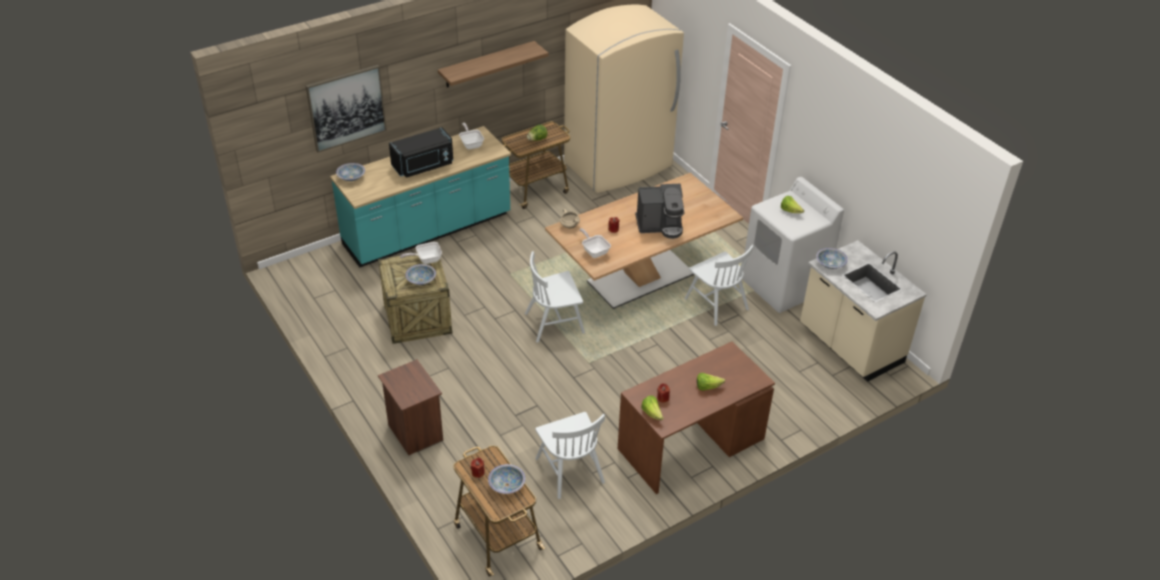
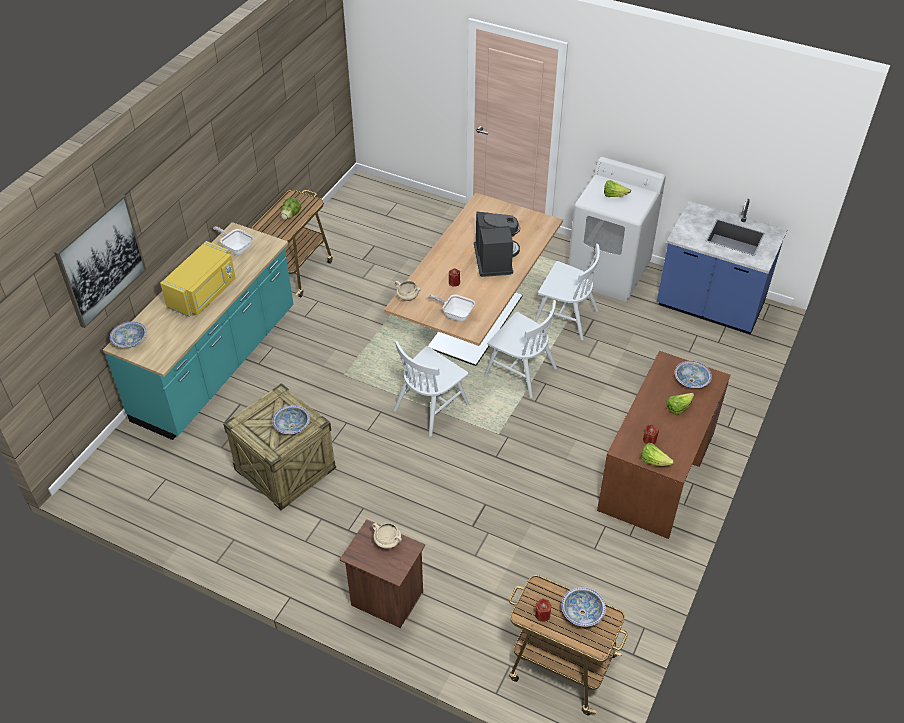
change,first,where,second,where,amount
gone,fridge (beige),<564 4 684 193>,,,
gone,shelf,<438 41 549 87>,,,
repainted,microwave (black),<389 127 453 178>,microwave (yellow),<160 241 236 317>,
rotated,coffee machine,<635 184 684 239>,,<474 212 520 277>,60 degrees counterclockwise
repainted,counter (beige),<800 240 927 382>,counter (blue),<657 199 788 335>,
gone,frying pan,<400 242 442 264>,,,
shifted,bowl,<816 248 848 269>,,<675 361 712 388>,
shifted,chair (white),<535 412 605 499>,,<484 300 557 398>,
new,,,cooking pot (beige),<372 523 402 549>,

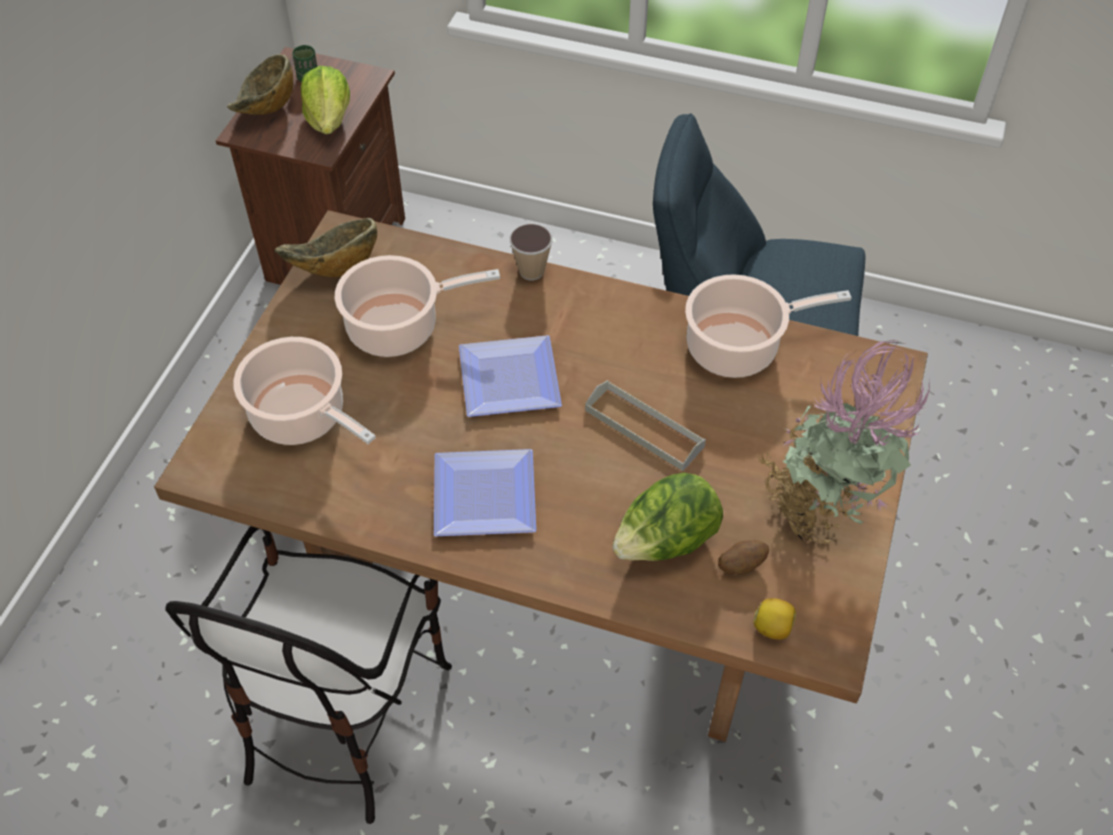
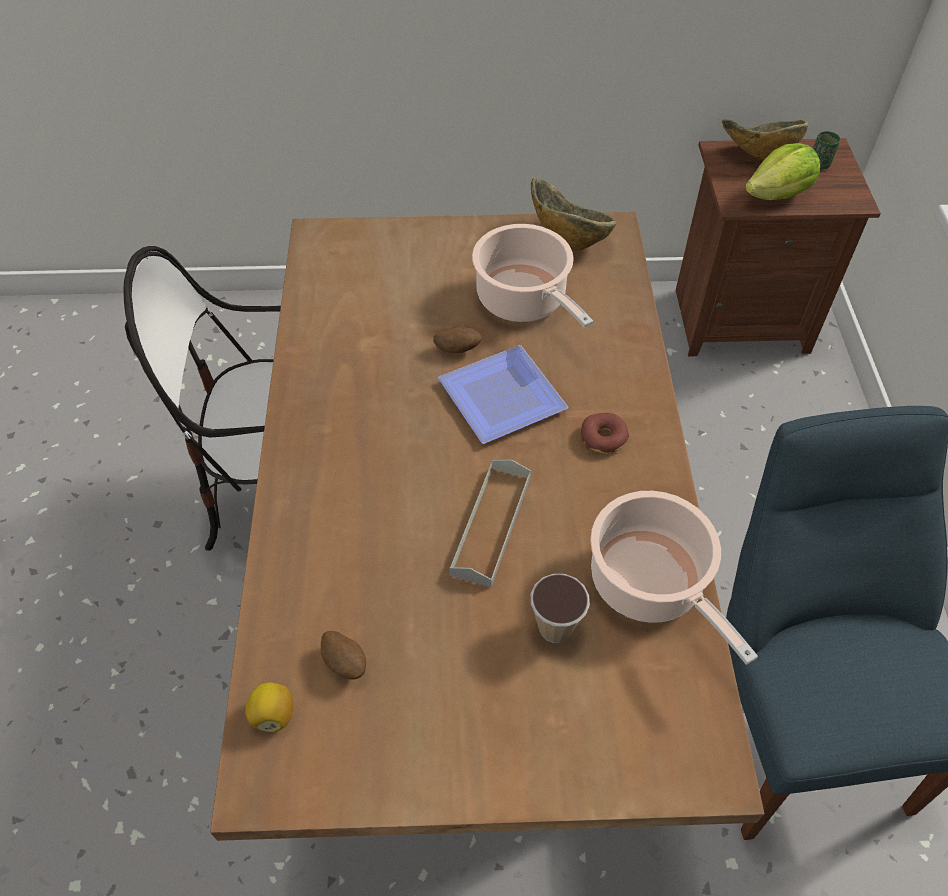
change,first,where,second,where,amount
shifted,cup,<510 224 553 280>,,<531 574 590 643>,
gone,cooking pot,<233 337 376 445>,,,
gone,potted plant,<757 340 930 544>,,,
gone,plate,<434 449 536 536>,,,
gone,lettuce,<612 473 723 561>,,,
new,,,potato,<433 327 482 353>,
new,,,donut,<581 413 629 454>,

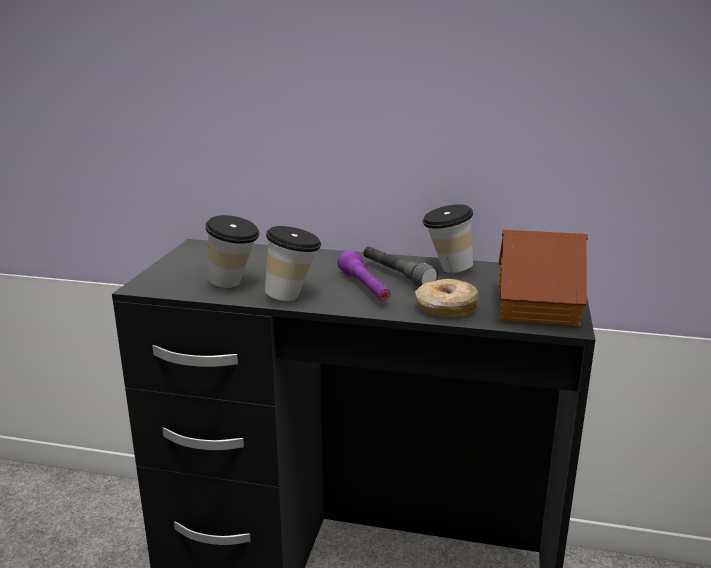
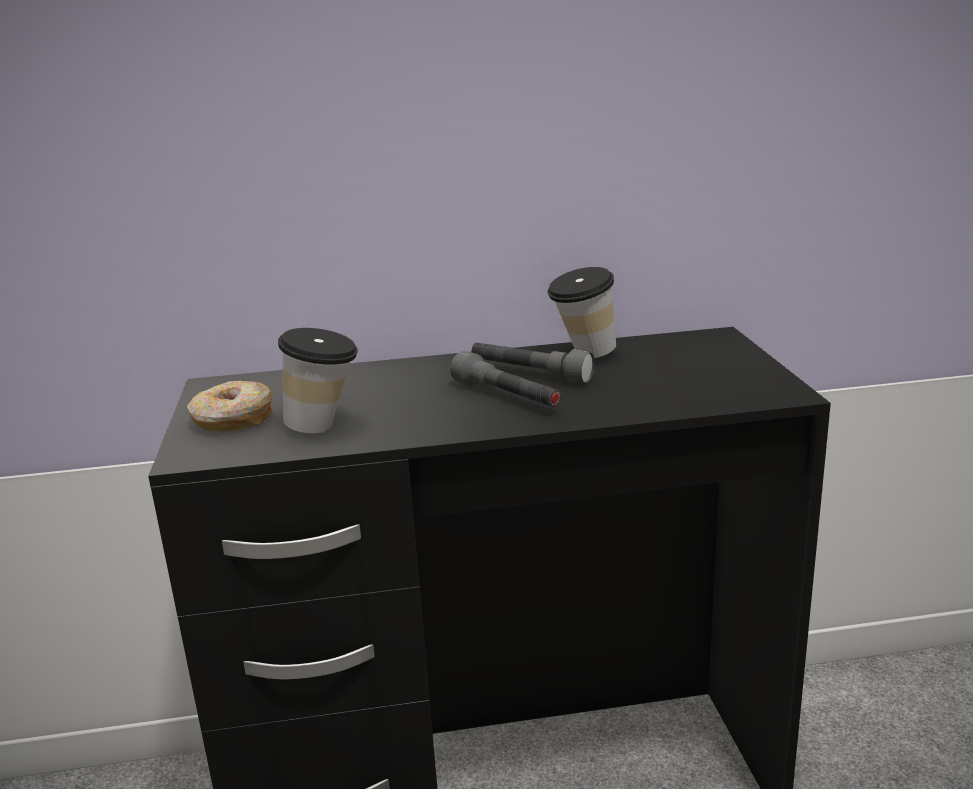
change,first,where,second,where,amount
gone,cup,<265 226 321 301>,,,
gone,toy house,<499 230 588 326>,,,
repainted,flashlight (purple),<337 250 391 301>,flashlight (grey),<450 351 561 407>,
shifted,donut,<415 279 479 317>,,<187 381 273 432>,

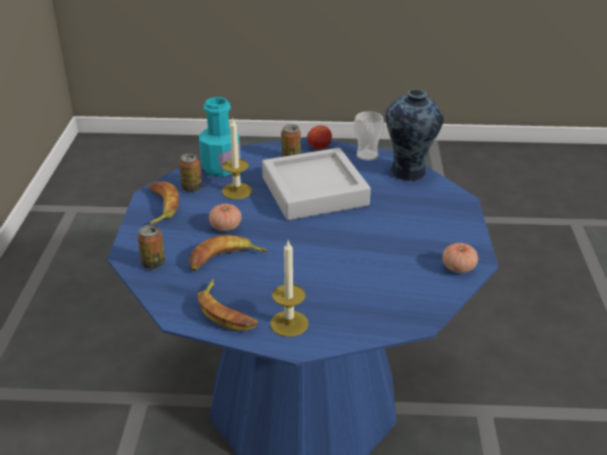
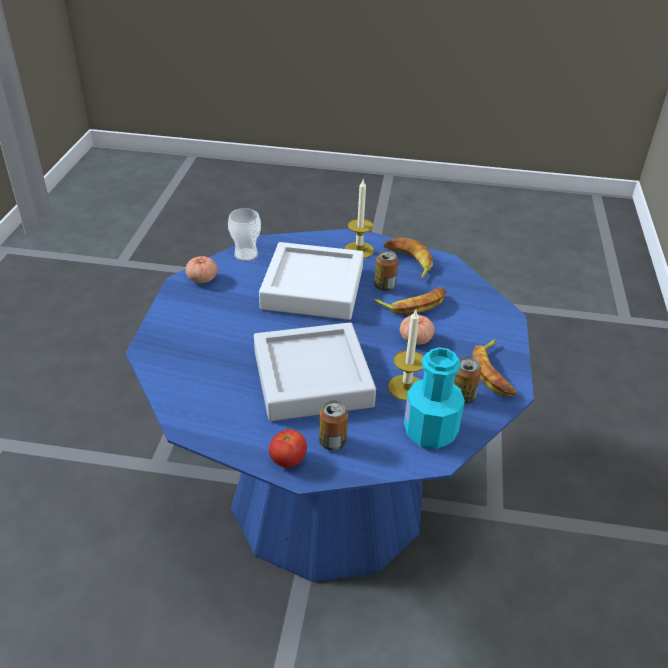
change,first,where,second,where,amount
gone,vase,<385 89 444 182>,,,
shifted,cup,<354 111 384 161>,,<228 208 261 261>,
shifted,can,<137 225 165 269>,,<374 250 398 291>,
new,,,tray (white),<259 242 364 320>,

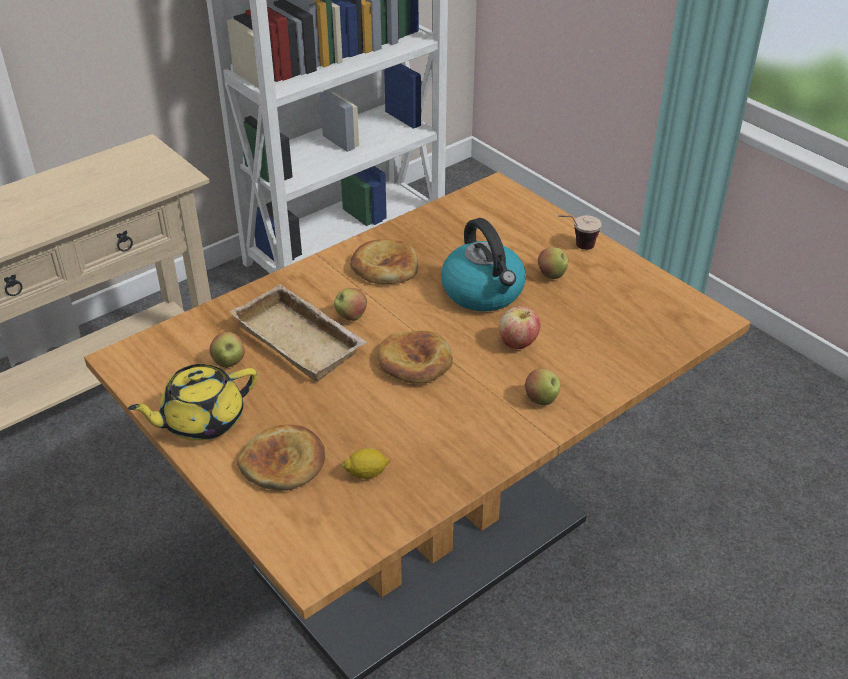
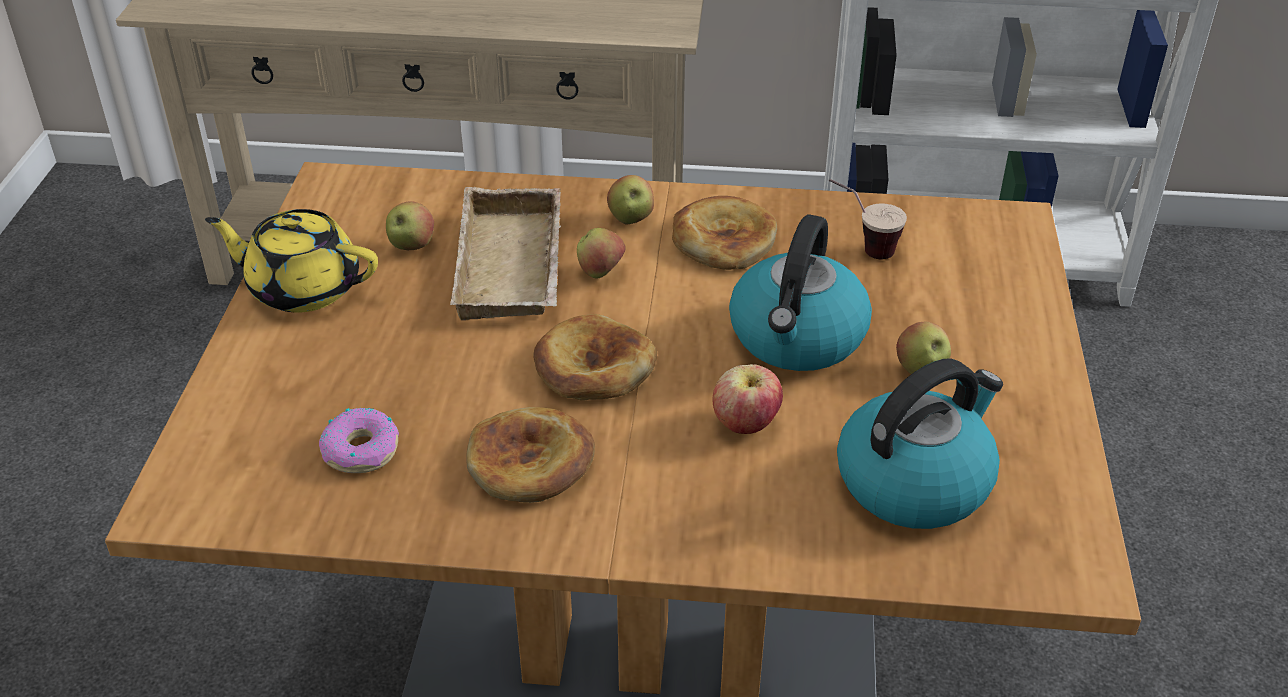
change,first,where,second,where,amount
shifted,cup,<558 215 602 250>,,<829 179 907 259>,
shifted,apple,<525 368 560 405>,,<607 175 654 225>,
shifted,bread,<237 425 325 490>,,<466 407 595 503>,
swapped,lemon,<342 449 390 479>,donut,<319 408 399 473>,
new,,,kettle,<837 358 1003 529>,

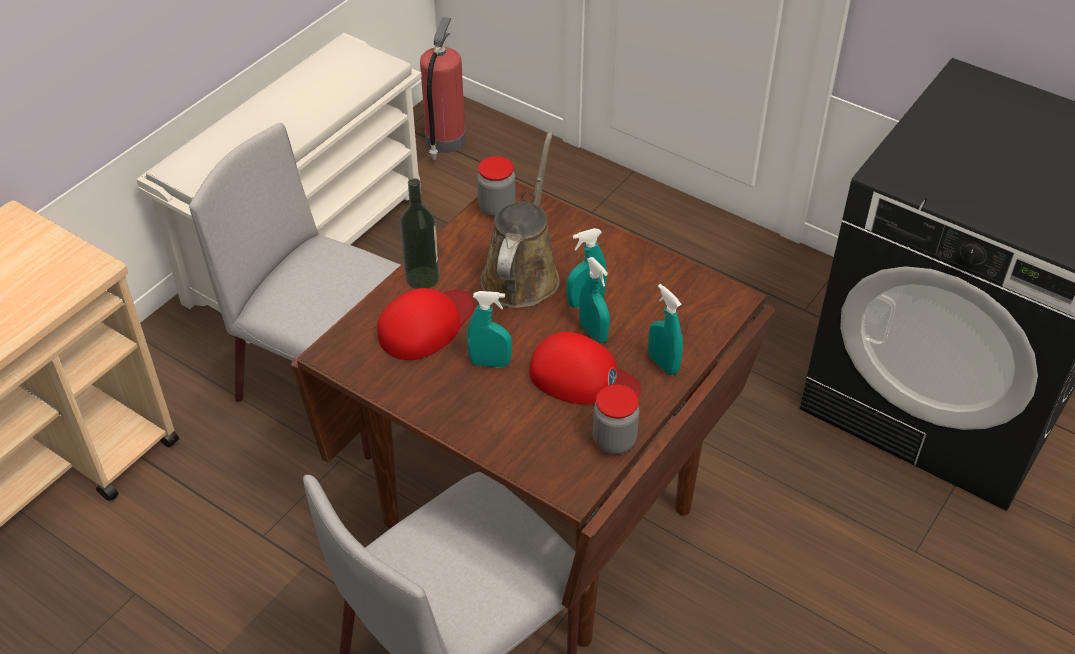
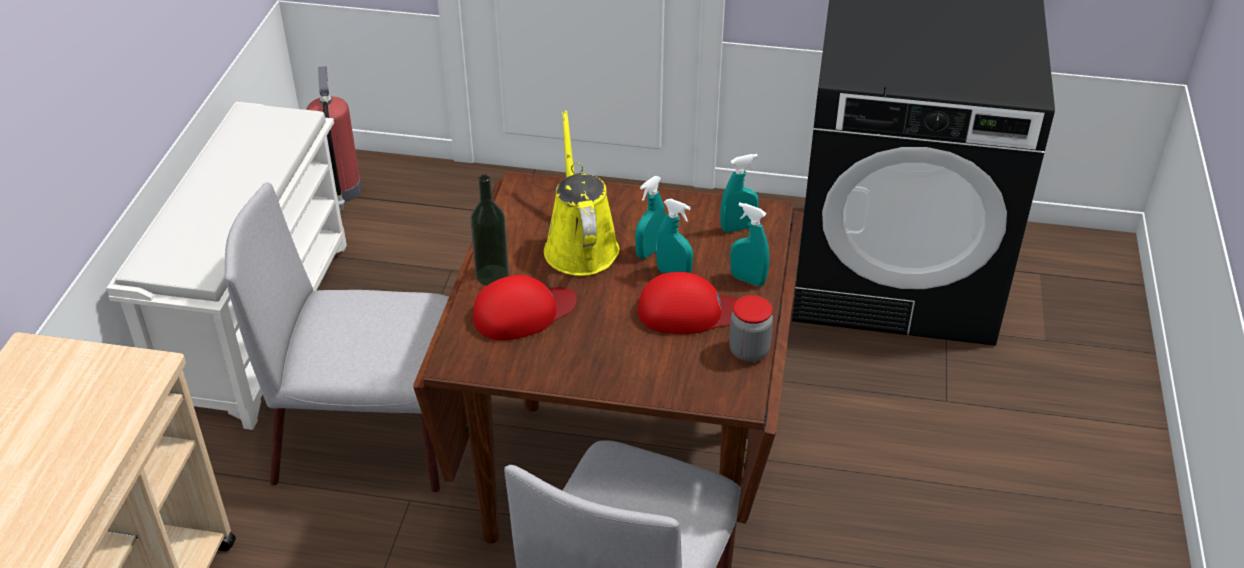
change,first,where,second,where,amount
repainted,watering can (brown),<480 132 560 308>,watering can (yellow),<544 110 619 276>,
gone,jar,<477 156 516 217>,,,
rotated,cap (red),<377 288 474 360>,,<473 275 577 340>,45 degrees clockwise
shifted,spray bottle (turquoise),<467 291 512 368>,,<721 154 759 233>,

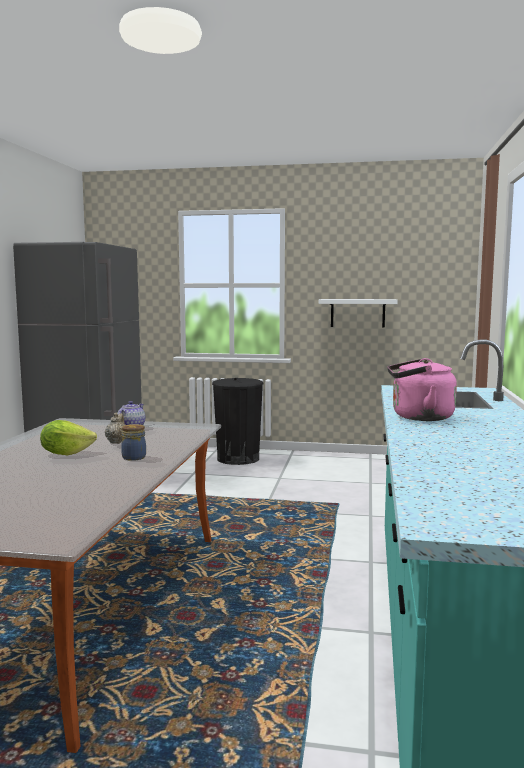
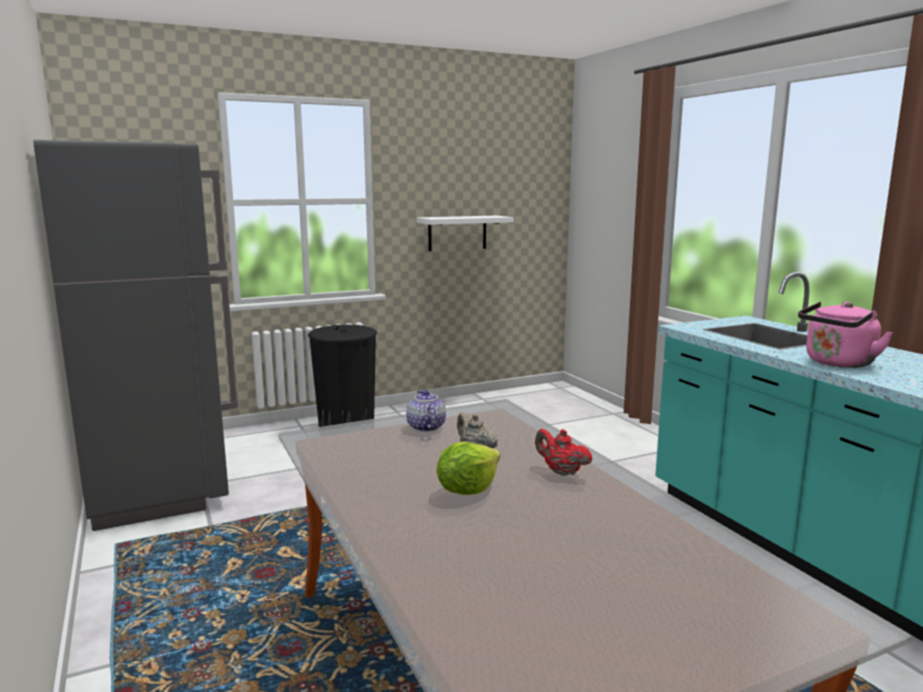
change,first,where,second,where,amount
swapped,jar,<121 424 146 461>,teapot (red),<535 429 593 476>,

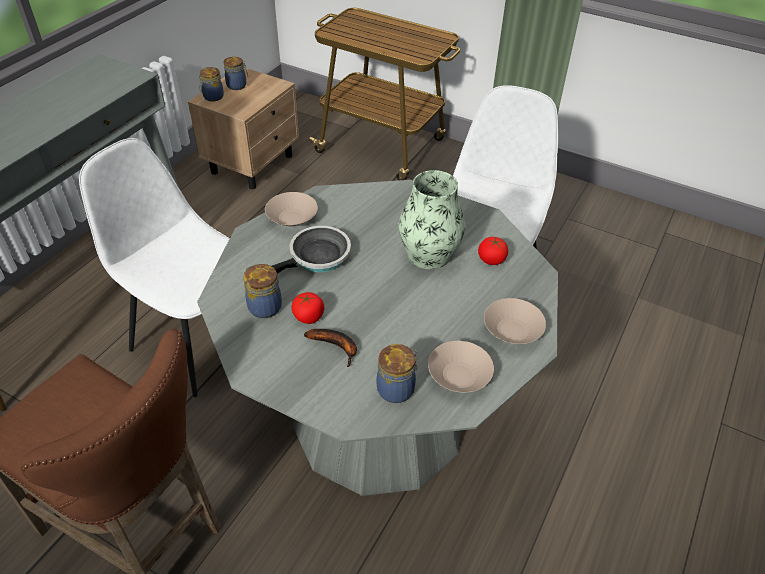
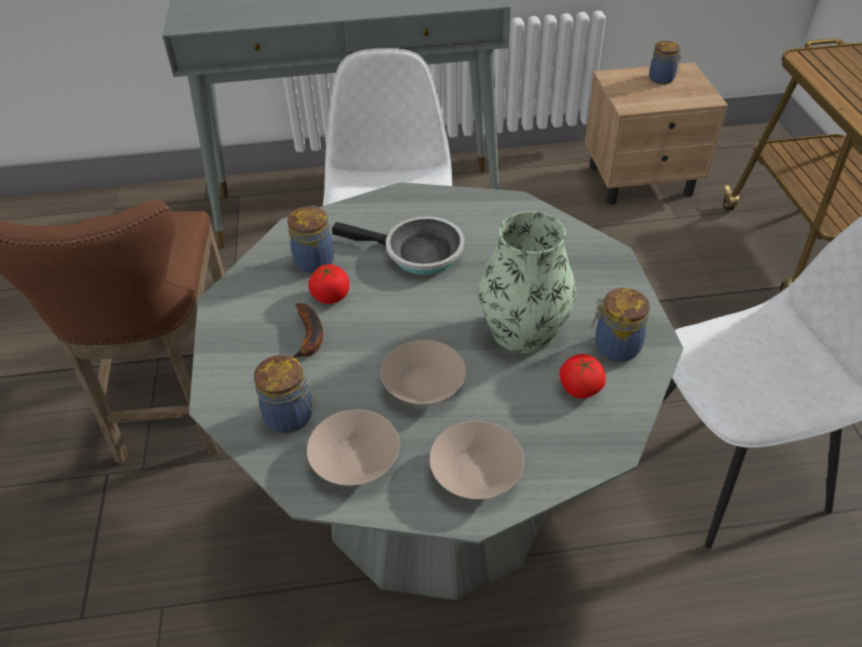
change,first,where,second,where,amount
shifted,jar,<198 67 224 102>,,<591 288 650 362>,
shifted,bowl (beige),<265 192 318 226>,,<381 340 466 404>,

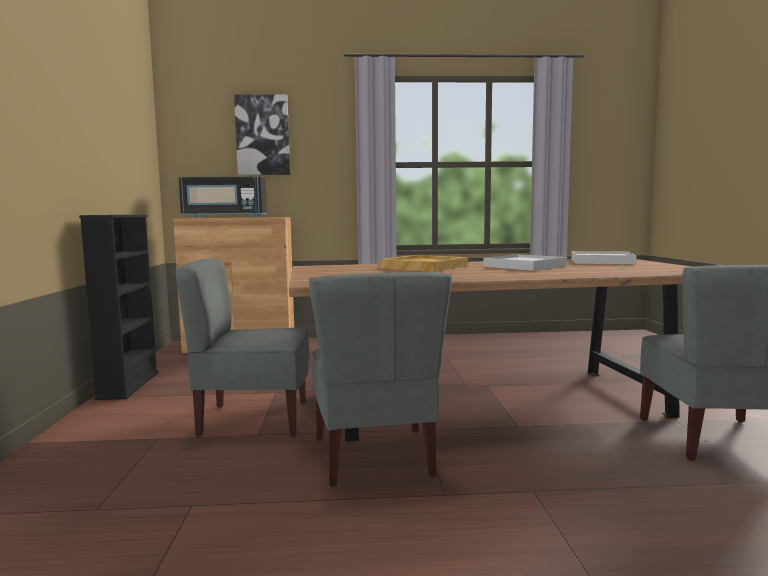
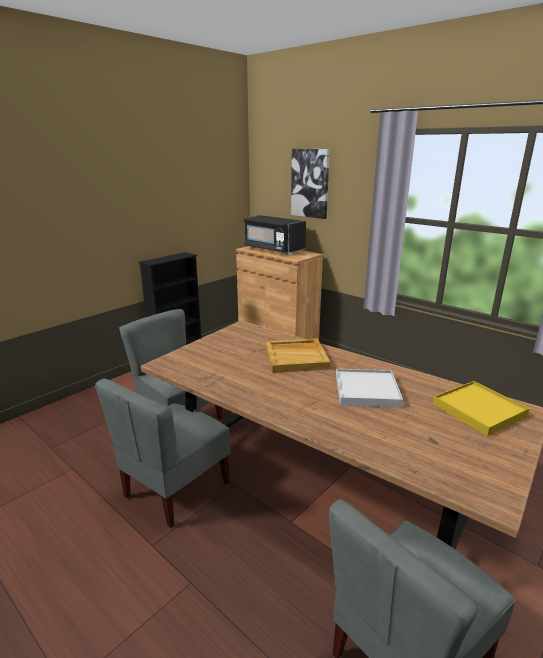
change,first,where,second,where,amount
repainted,tray (white),<571 251 637 264>,tray (yellow),<433 381 530 436>,

